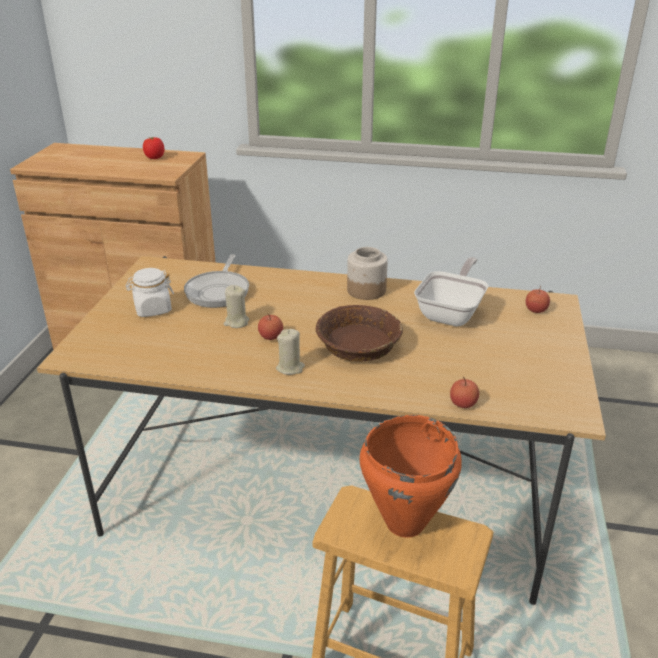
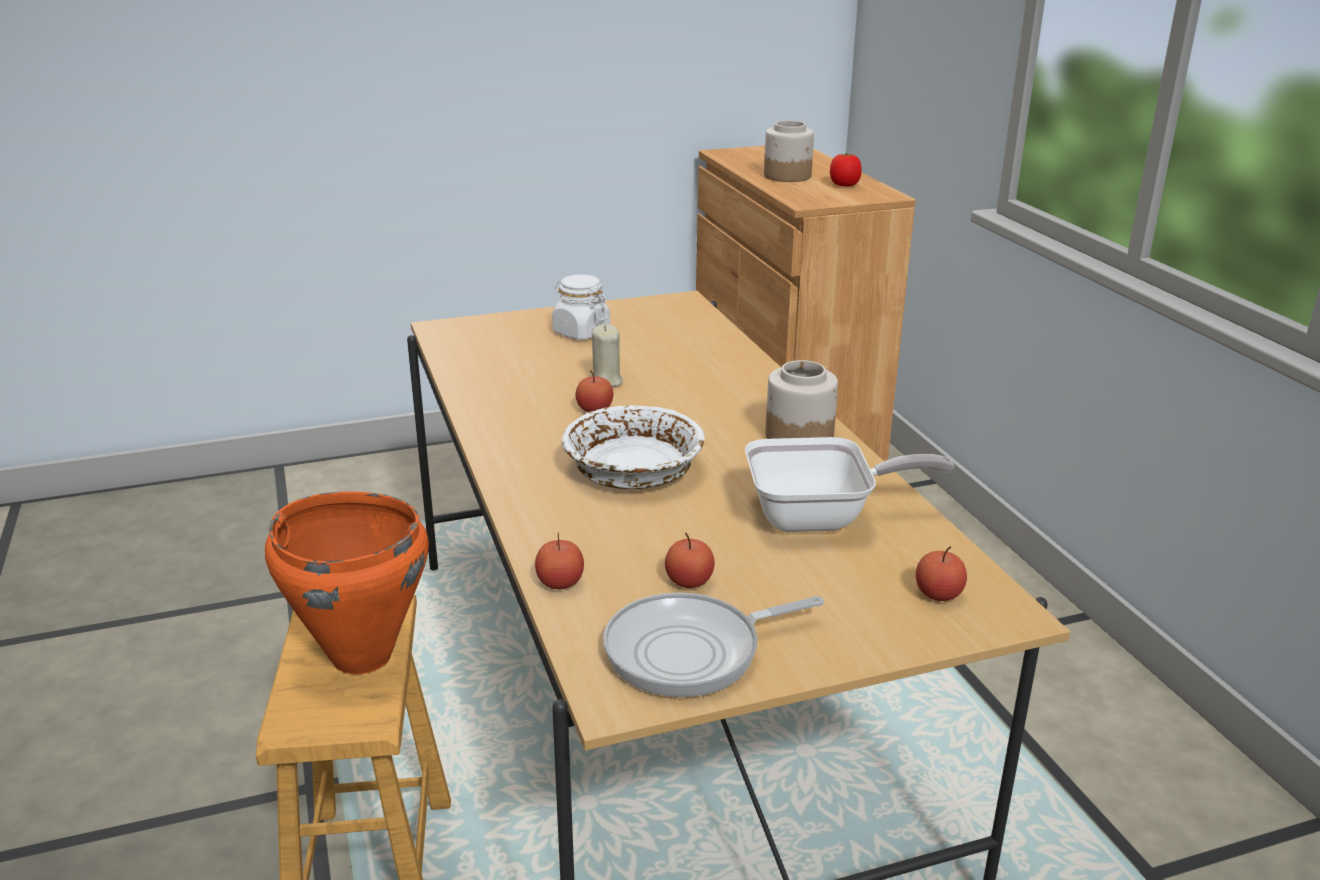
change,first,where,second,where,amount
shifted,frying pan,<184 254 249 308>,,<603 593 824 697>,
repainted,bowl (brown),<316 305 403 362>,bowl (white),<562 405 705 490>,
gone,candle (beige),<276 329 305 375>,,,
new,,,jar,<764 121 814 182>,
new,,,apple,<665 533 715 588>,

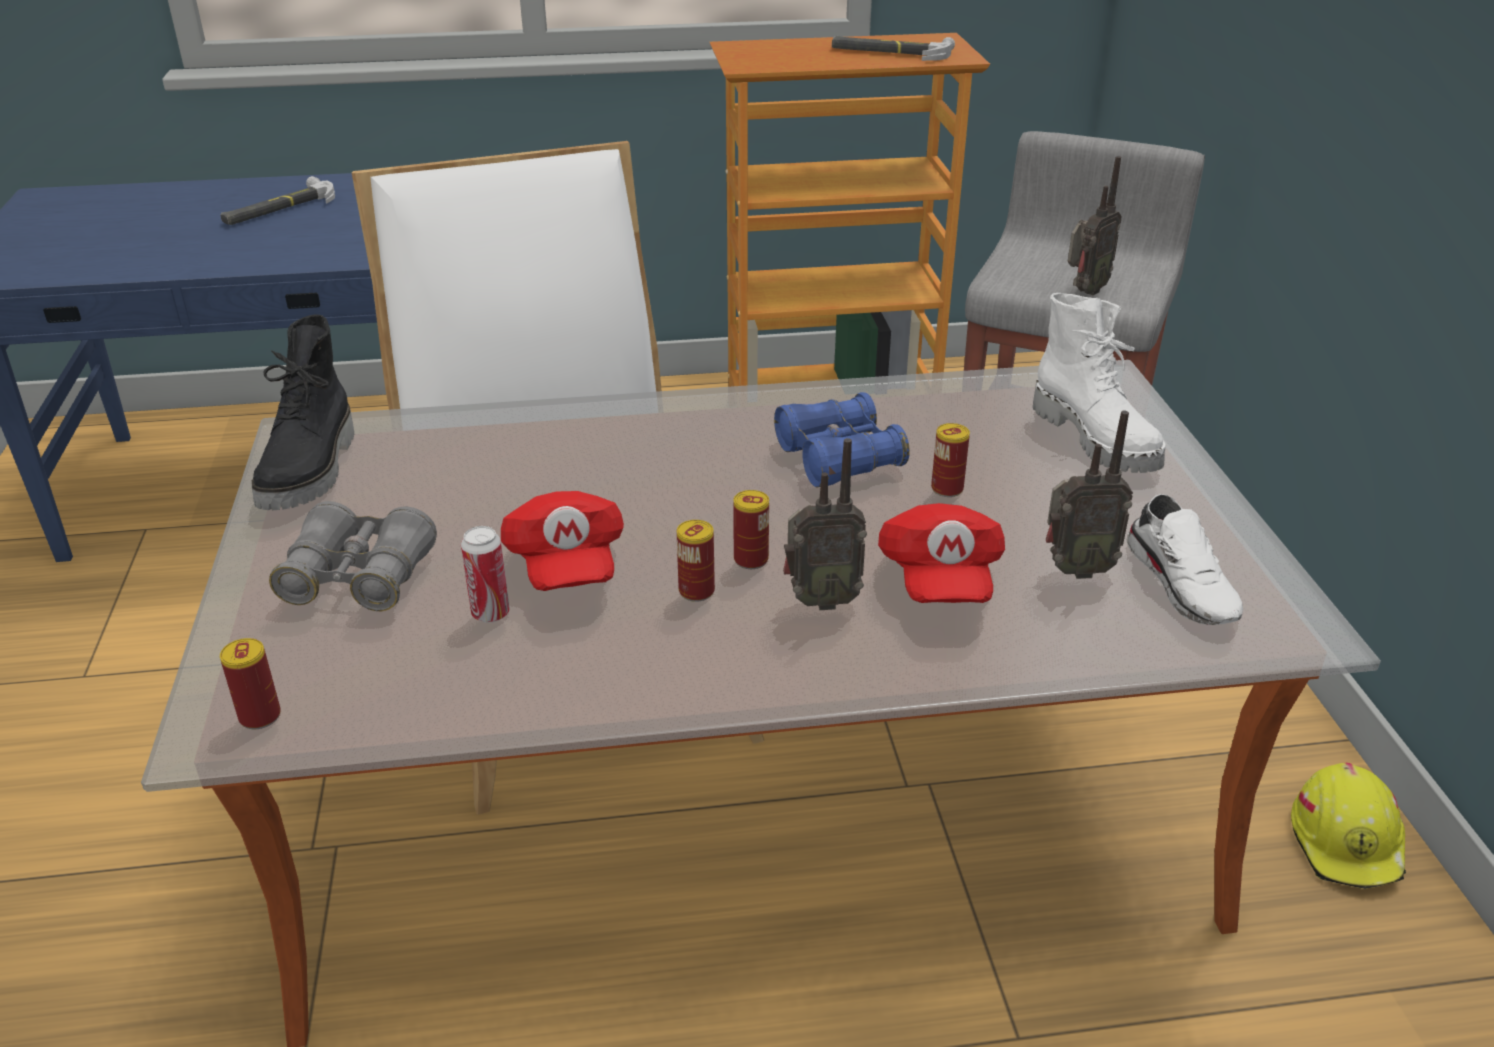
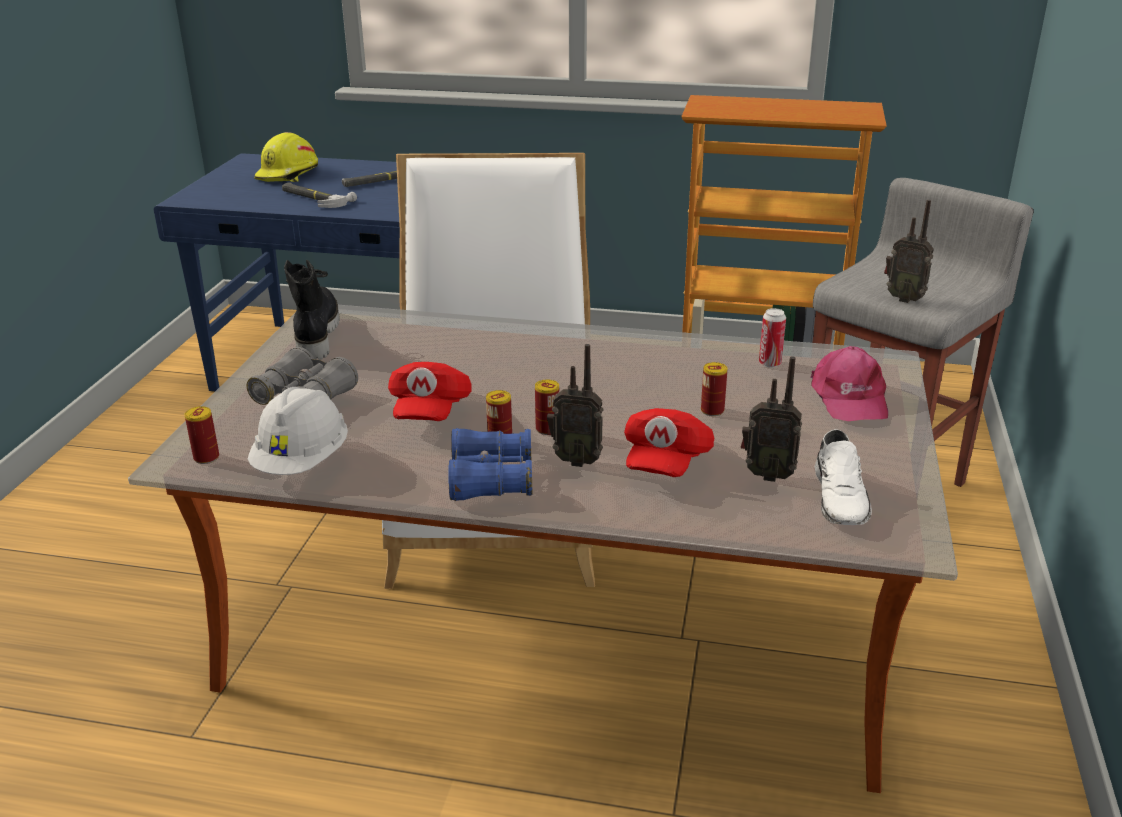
change,first,where,second,where,amount
shifted,hammer,<832 36 955 61>,,<282 183 357 208>,
rotated,radio,<1068 156 1122 295>,,<884 200 933 303>,60 degrees clockwise
swapped,boot (white),<1033 293 1166 473>,cap (pink),<810 346 888 421>,
rotated,boot (black),<252 314 354 510>,,<284 260 340 360>,150 degrees clockwise
shifted,binoculars (blue),<774 392 910 488>,,<448 428 532 501>,
shifted,can,<461 526 510 623>,,<759 308 786 368>,
shifted,hard hat (yellow),<1291 763 1406 889>,,<254 132 318 182>,
new,,,hard hat (white),<248 387 348 475>,

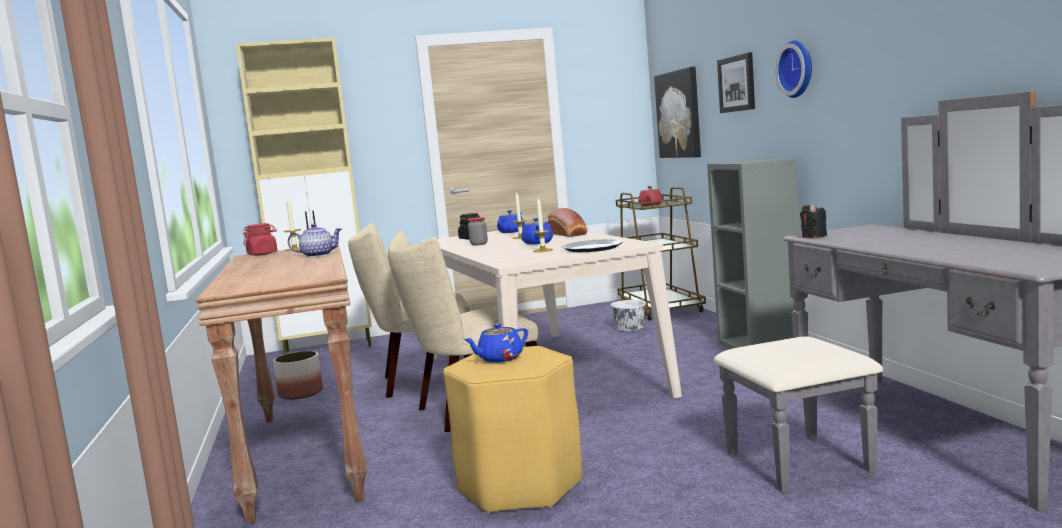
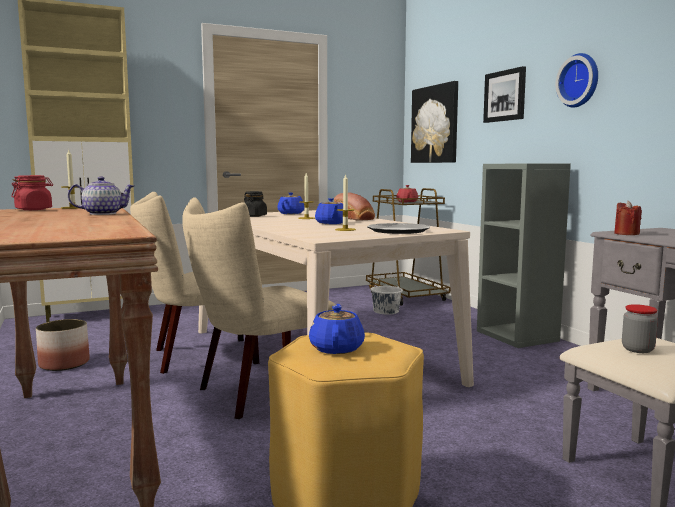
change,first,where,second,where,amount
repainted,candle (black),<800 204 827 238>,candle (red),<614 201 642 235>,
shifted,jar,<468 217 488 246>,,<622 304 658 353>,
rotated,teapot (blue),<464 323 528 363>,,<309 304 365 354>,135 degrees clockwise

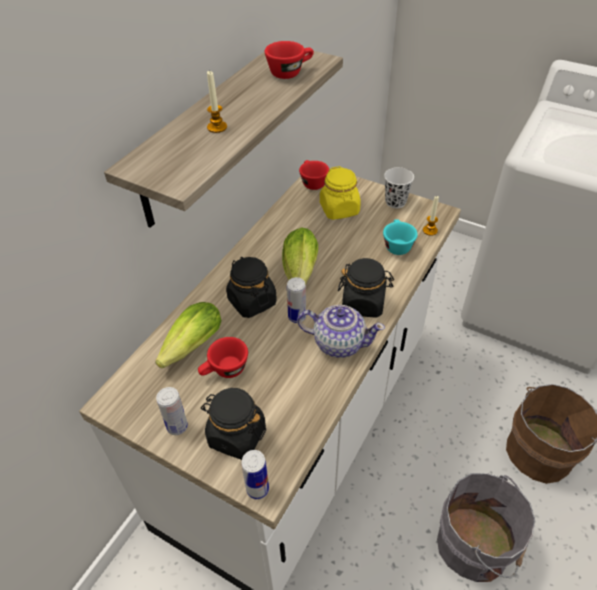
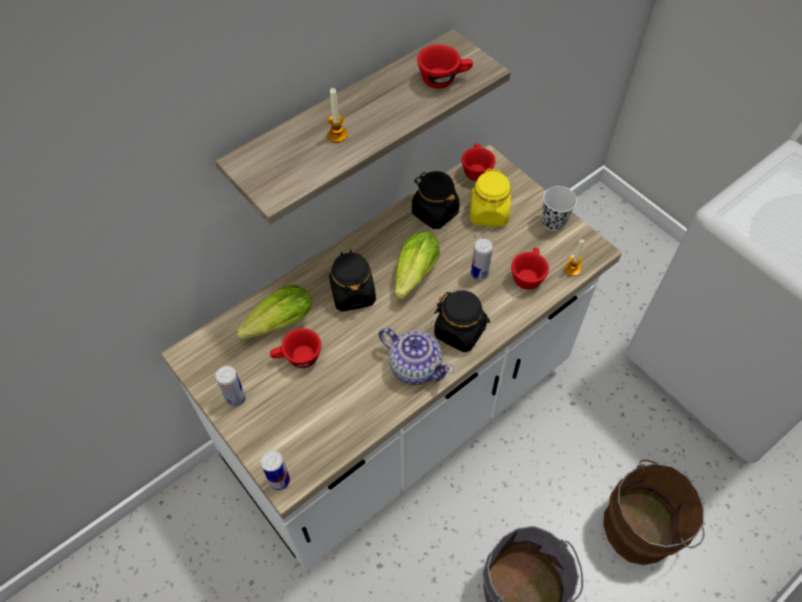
change,first,where,second,where,amount
repainted,cup (turquoise),<383 219 418 255>,cup (red),<511 248 549 290>,
shifted,can,<287 277 306 323>,,<471 239 493 280>,
shifted,jar (black),<201 388 266 460>,,<412 171 460 229>,

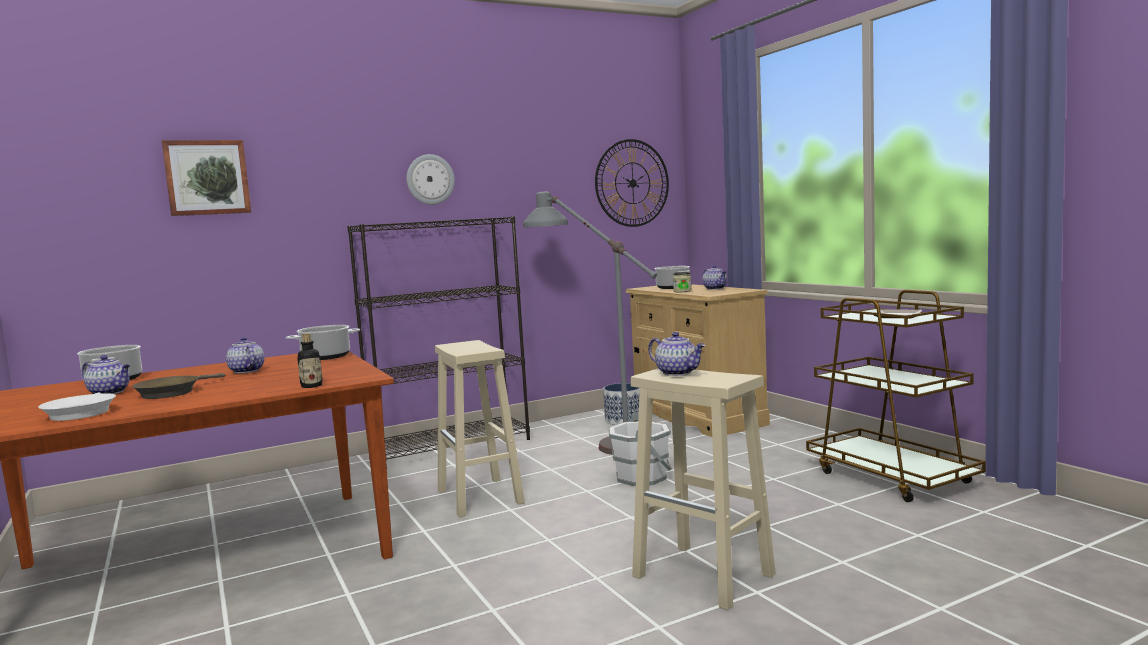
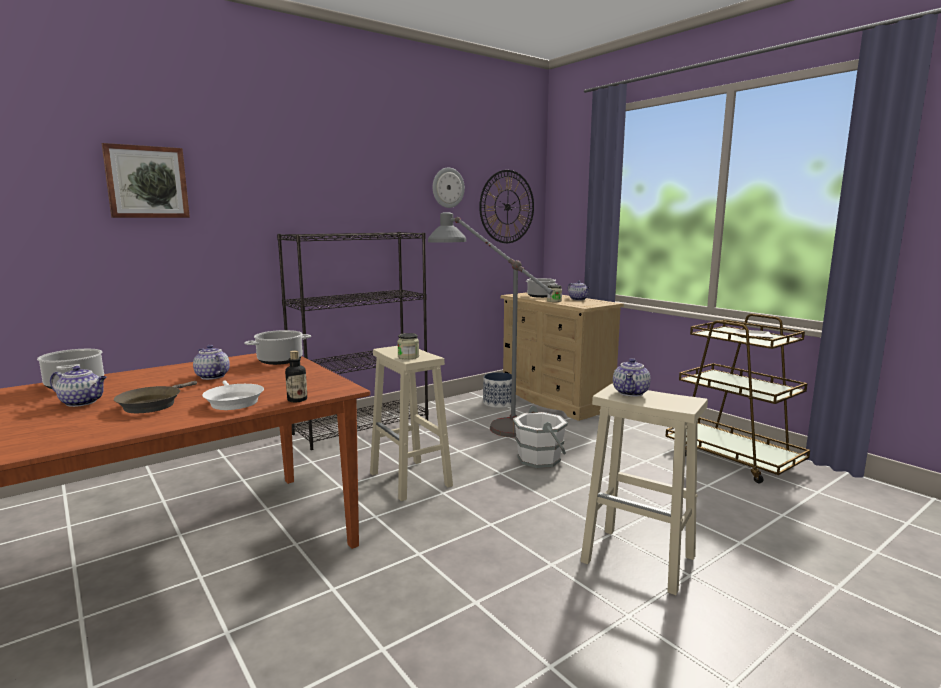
change,first,where,second,where,amount
shifted,wall clock,<407 154 455 205>,,<433 167 465 208>,
rotated,teapot,<648 332 705 376>,,<613 358 651 397>,75 degrees clockwise
shifted,frying pan (white),<38 393 116 421>,,<202 380 264 410>,
new,,,jar,<397 333 419 360>,

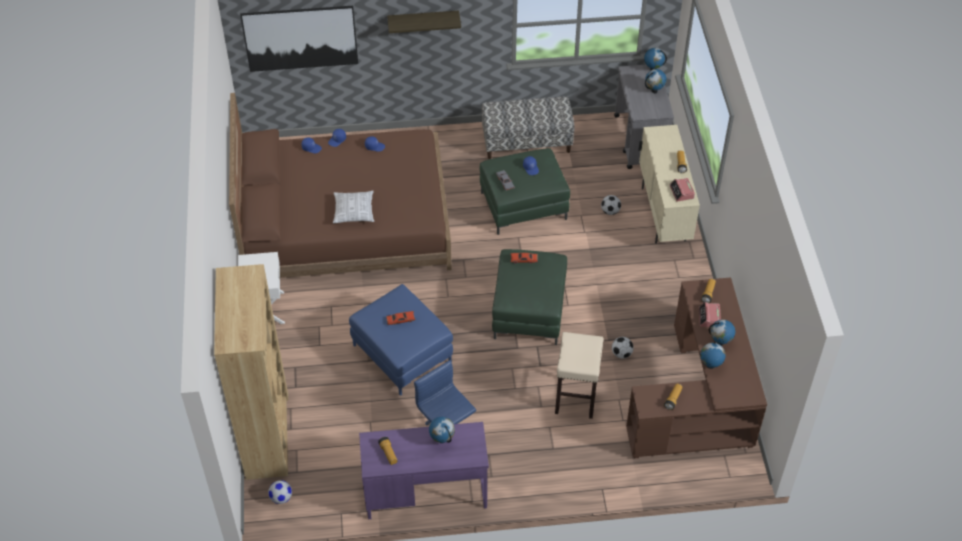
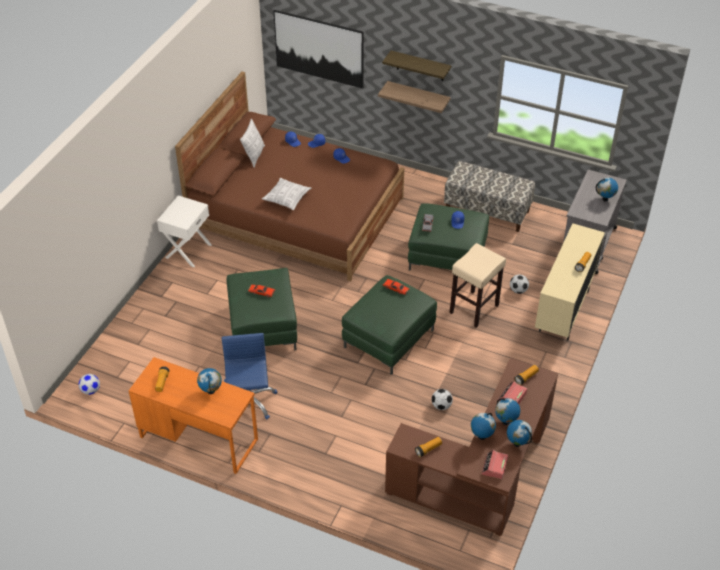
change,first,where,second,where,amount
shifted,globe,<644 48 667 71>,,<507 420 532 447>,
shifted,alarm clock,<670 178 695 202>,,<481 450 508 479>,
gone,bookcase (brown),<214 264 288 480>,,,
repainted,ottoman (blue),<349 284 453 396>,ottoman (green),<227 268 297 350>,
shifted,stool (beige),<555 332 604 419>,,<450 243 506 328>,
repainted,desk (purple),<359 422 489 519>,desk (orange),<129 357 258 474>,
new,,,shelf,<378 81 450 113>,
new,,,pillow,<240 118 265 167>,

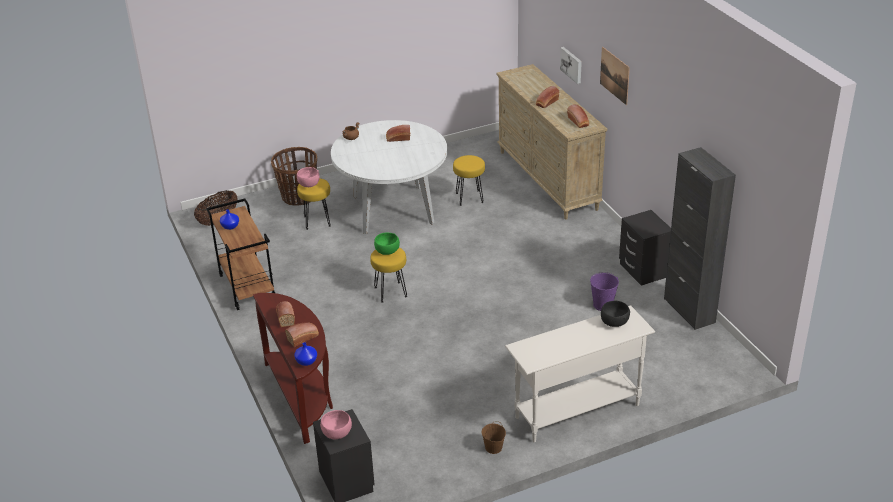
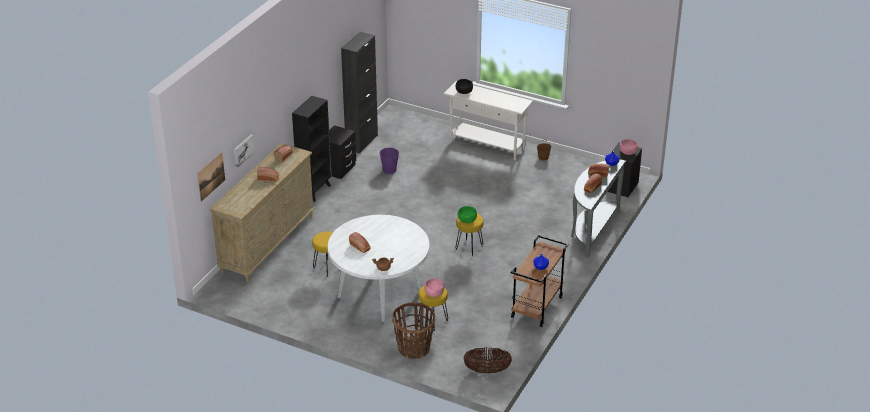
change,first,where,second,where,amount
shifted,picture,<600 47 630 105>,,<197 152 225 202>,
repainted,console table (brown),<253 293 333 444>,console table (grey),<571 160 626 257>,
new,,,bookcase (black),<292 96 331 202>,

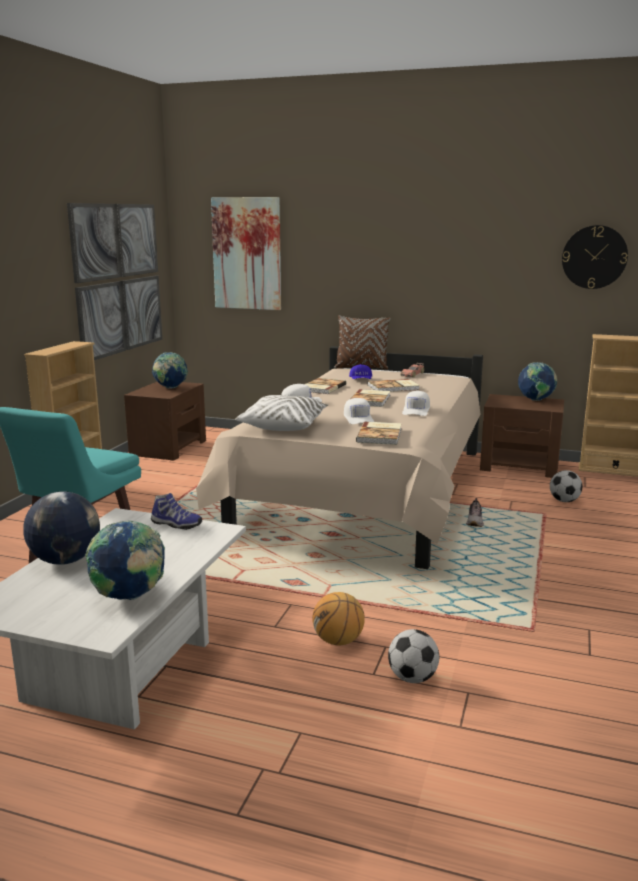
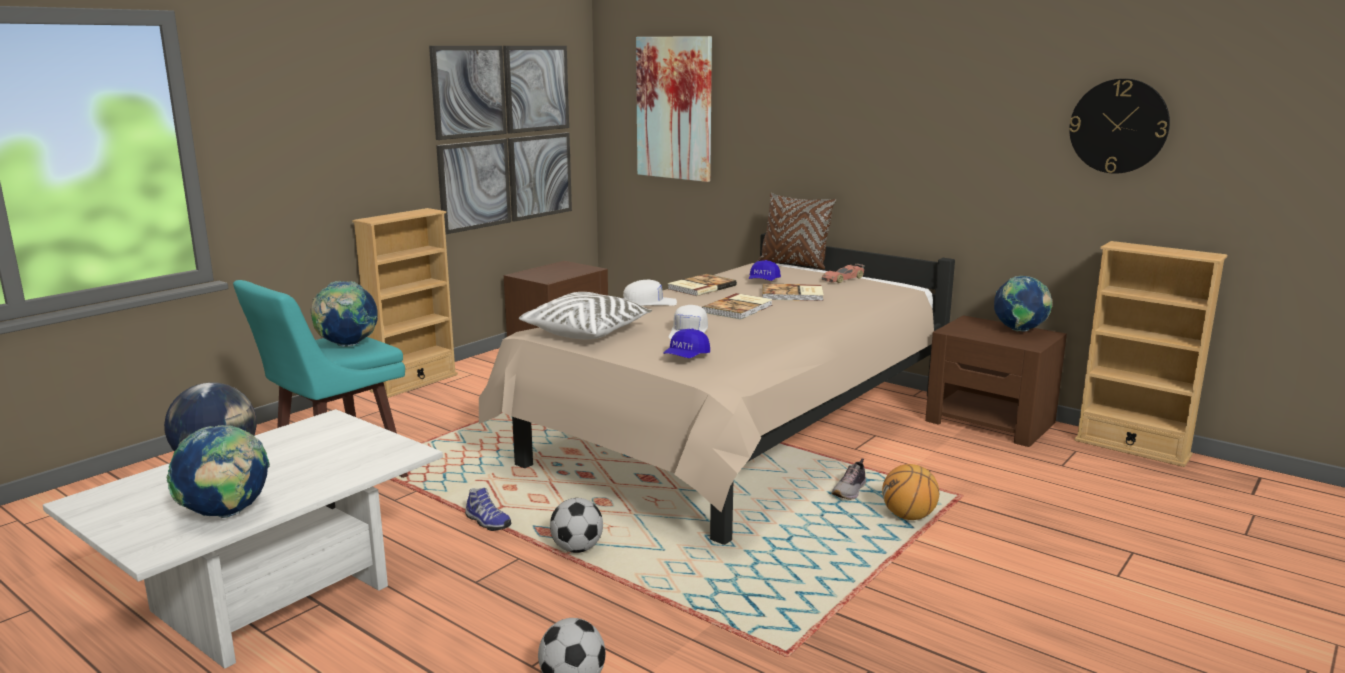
change,first,where,second,where,amount
shifted,globe,<152 352 188 389>,,<310 281 378 347>,
gone,cap (white),<402 391 430 416>,,,
swapped,book,<356 422 402 445>,cap (blue),<663 328 710 358>,
shifted,football,<550 470 582 502>,,<550 498 603 553>,
shifted,shoe,<151 493 202 530>,,<465 488 511 531>,
shifted,basketball,<312 592 365 645>,,<882 464 939 520>,

